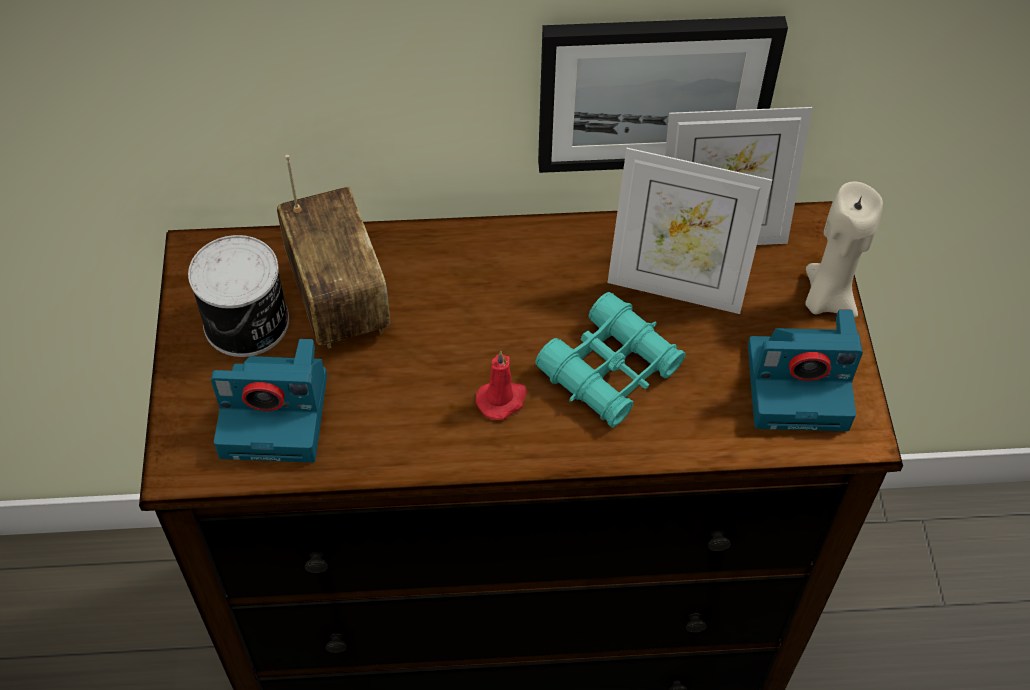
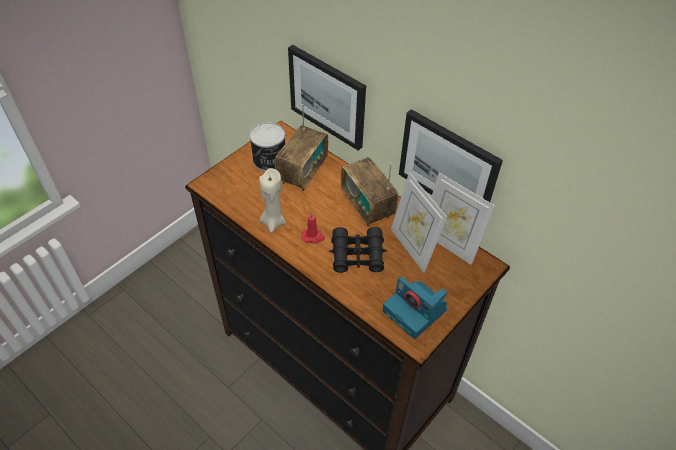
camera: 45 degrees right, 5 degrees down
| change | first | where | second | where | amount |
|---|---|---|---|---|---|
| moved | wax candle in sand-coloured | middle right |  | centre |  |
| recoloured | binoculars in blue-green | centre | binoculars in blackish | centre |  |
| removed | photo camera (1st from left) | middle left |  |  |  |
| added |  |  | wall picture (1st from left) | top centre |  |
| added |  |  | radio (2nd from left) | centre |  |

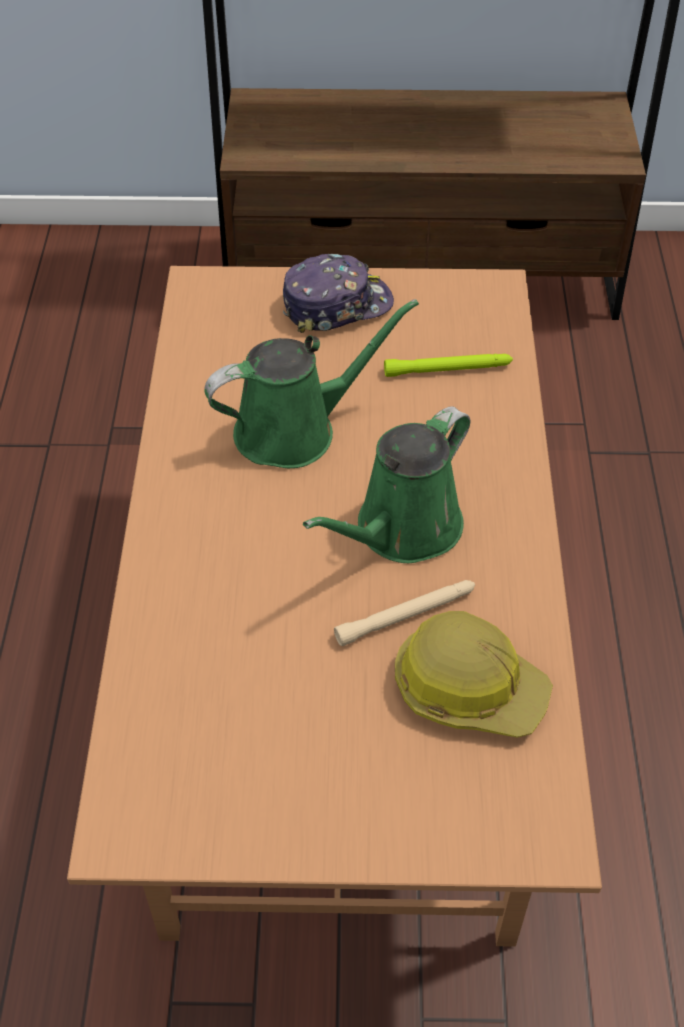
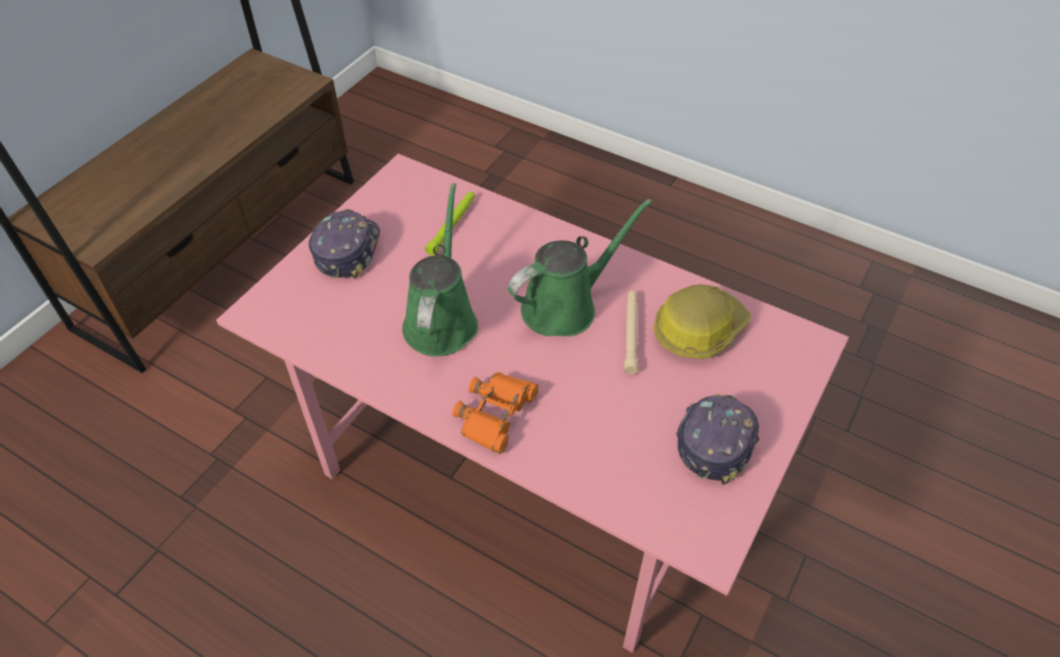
camera: 60 degrees left, 0 degrees up
| change | first | where | second | where | amount |
|---|---|---|---|---|---|
| recoloured | kitchen table in brown-coloured | centre | kitchen table in pink | centre |  |
| turned | watering can in green (2nd from left) | centre |  | centre | 105 degrees counterclockwise |
| added |  |  | binoculars in orangey | centre |  |
| added |  |  | cap (2nd from left) | bottom right |  |

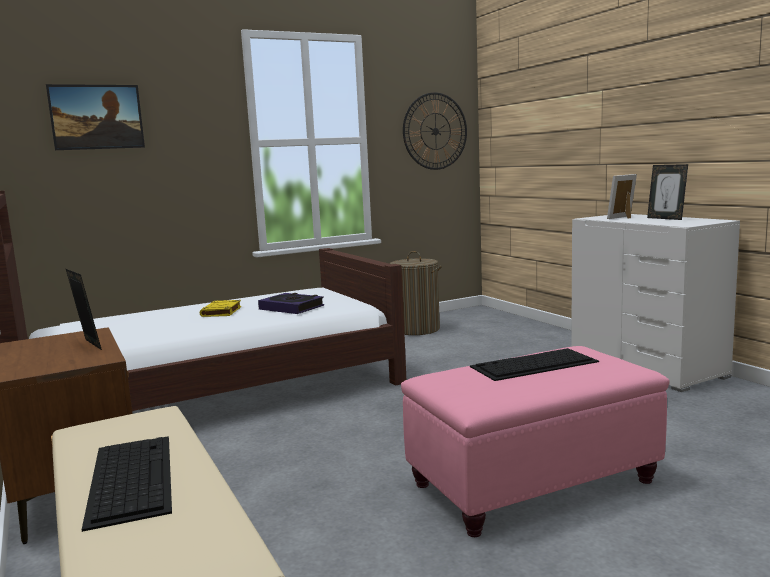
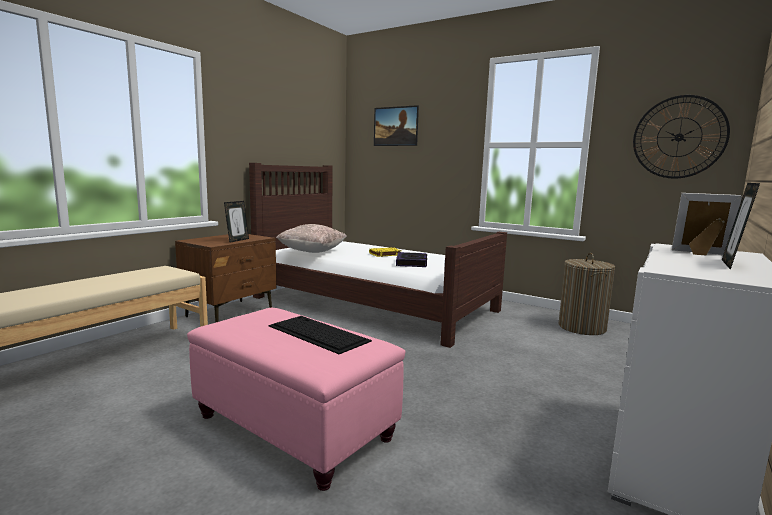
camera: 60 degrees right, 0 degrees up
| change | first | where | second | where | amount |
|---|---|---|---|---|---|
| removed | keyboard (1st from left) | bottom left |  |  |  |
| added |  |  | cushion in sand-coloured | centre |  |

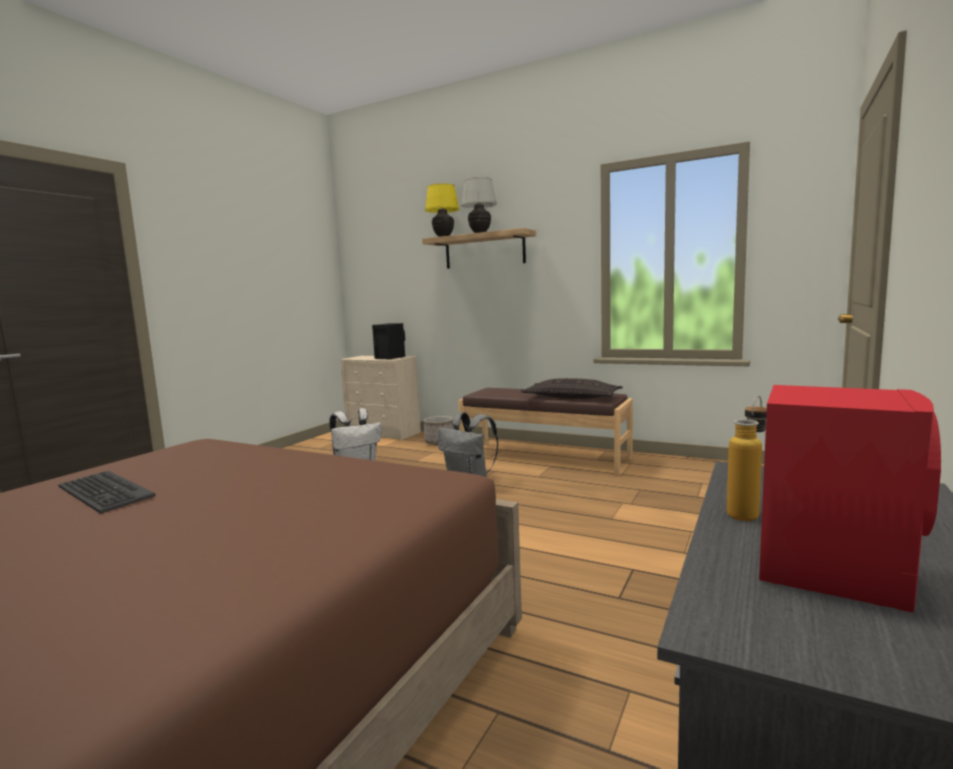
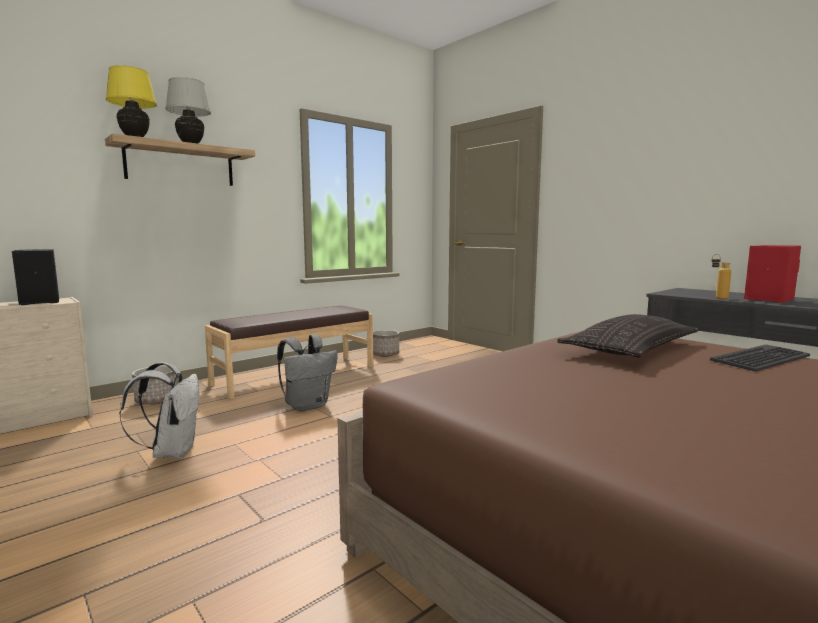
camera: 70 degrees left, 0 degrees up
| change | first | where | second | where | amount |
|---|---|---|---|---|---|
| moved | cushion | centre |  | middle right |  |
| moved | keyboard | middle left |  | middle right |  |
| added |  |  | flower pot (2nd from left) | centre |  |

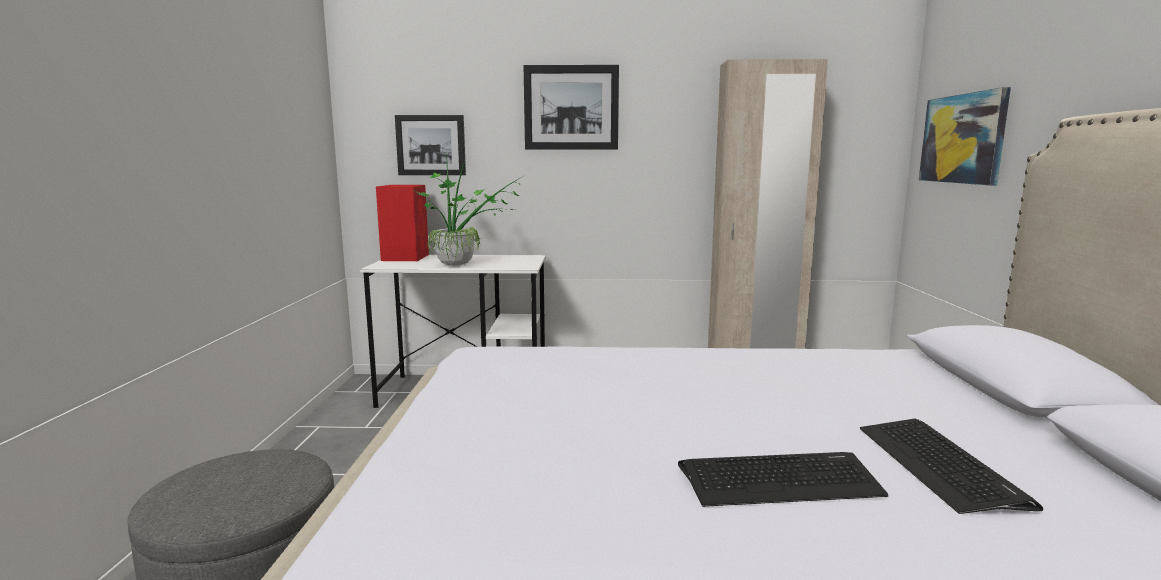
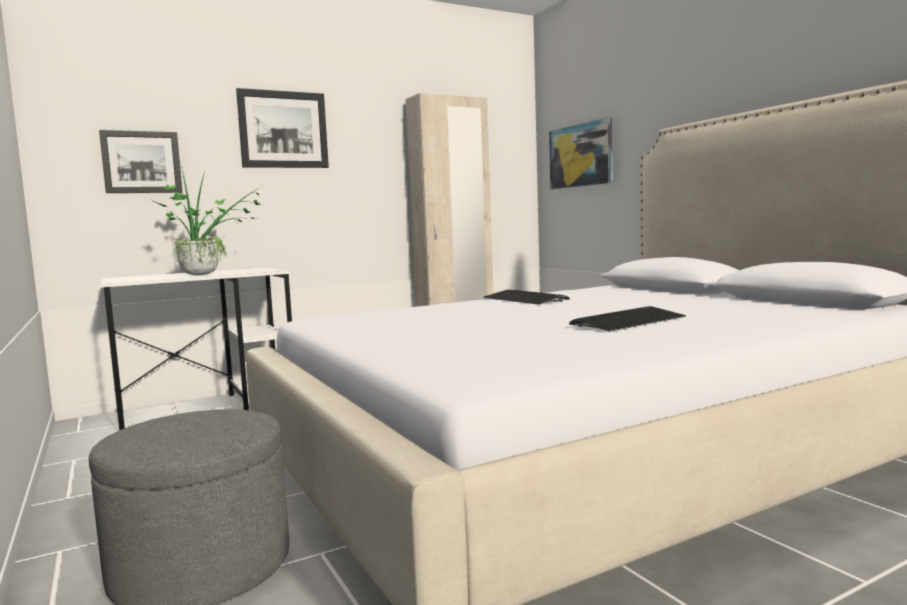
camera: 30 degrees left, 5 degrees down
| change | first | where | second | where | amount |
|---|---|---|---|---|---|
| removed | audio speaker in reddish | centre |  |  |  |
| moved | keyboard (2nd from left in the first image) | bottom right | keyboard (1st from left) | centre |  |

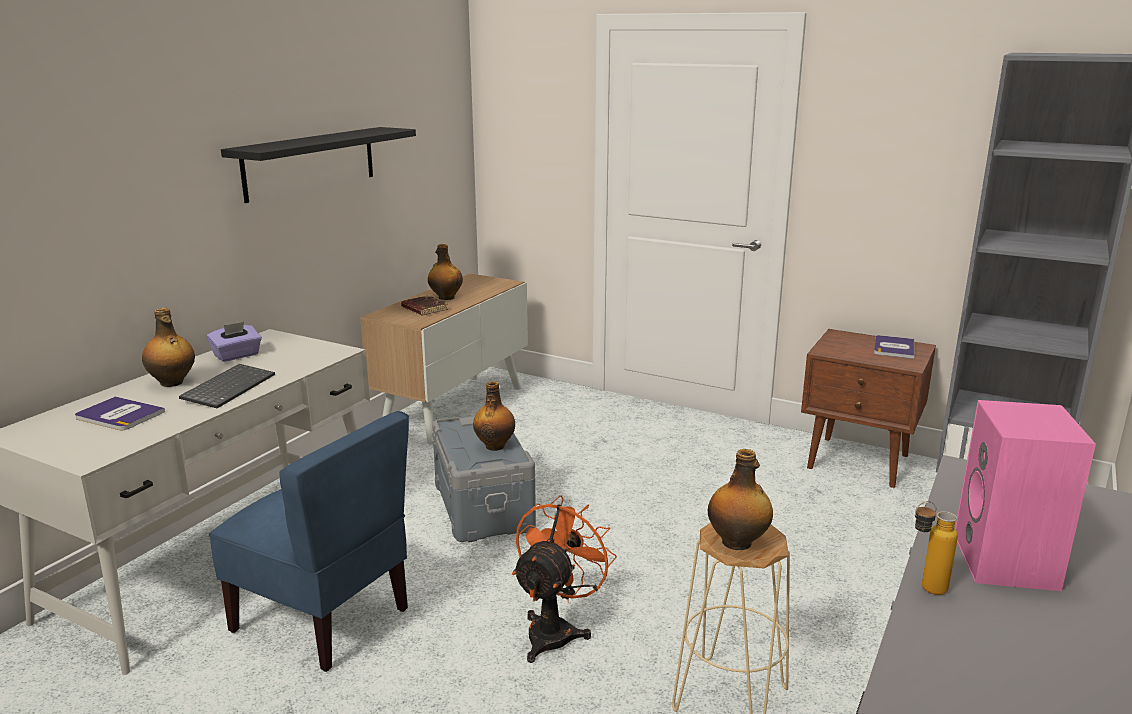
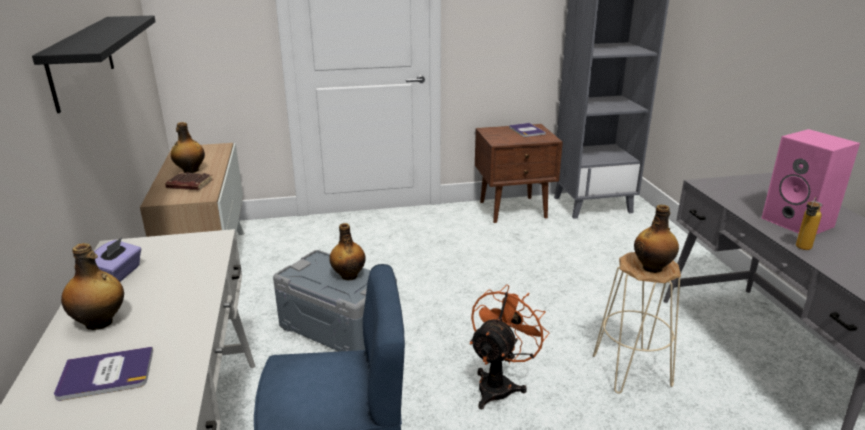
camera: 40 degrees left, 5 degrees up
| change | first | where | second | where | amount |
|---|---|---|---|---|---|
| removed | keyboard | middle left |  |  |  |
| turned | fan in orangey | bottom centre |  | bottom centre | 45 degrees clockwise |

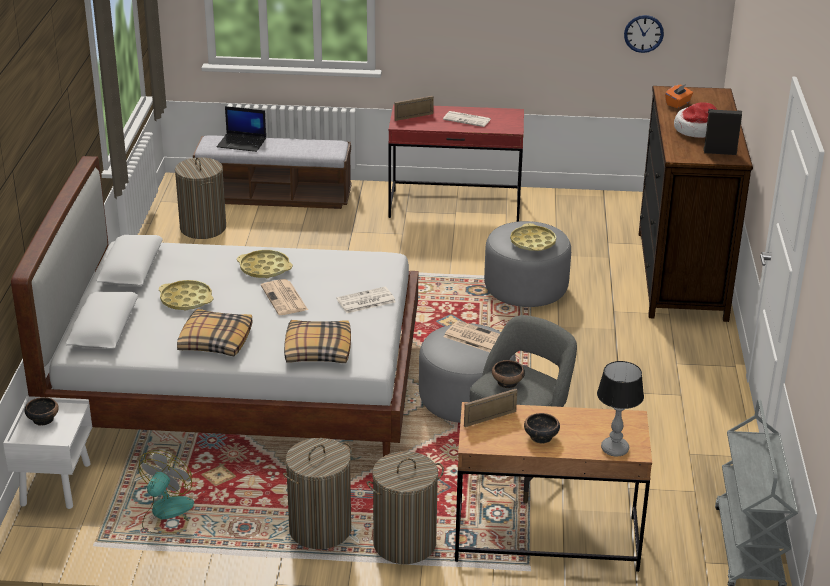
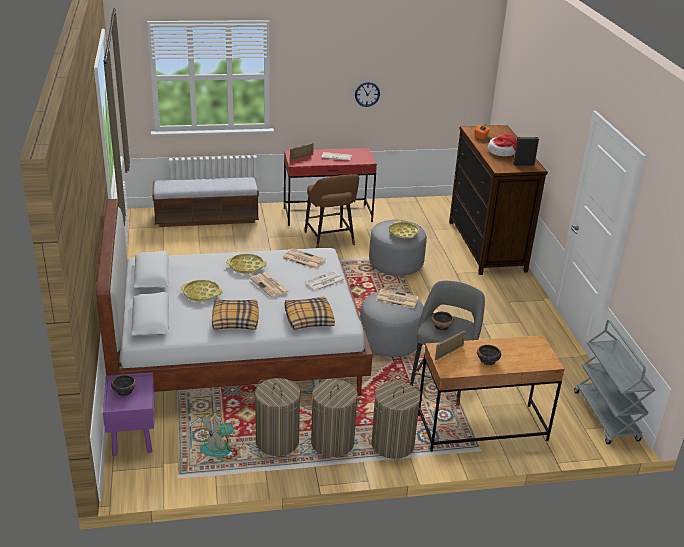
camera: 15 degrees left, 0 degrees up
| change | first | where | second | where | amount |
|---|---|---|---|---|---|
| moved | clock on the wall | top right |  | top centre |  |
| removed | notebook computer | top left |  |  |  |
| moved | washing basket (1st from left) | middle left |  | bottom centre |  |
| removed | lamp for a table | bottom right |  |  |  |
| recoloured | bedside table in white | bottom left | bedside table in purple-coloured | bottom left |  |
| turned | fan | bottom left |  | bottom left | 135 degrees counterclockwise |
| added |  |  | sitting stool in brown-coloured | centre |  |
| added |  |  | newspaper (2nd from left) | centre |  |

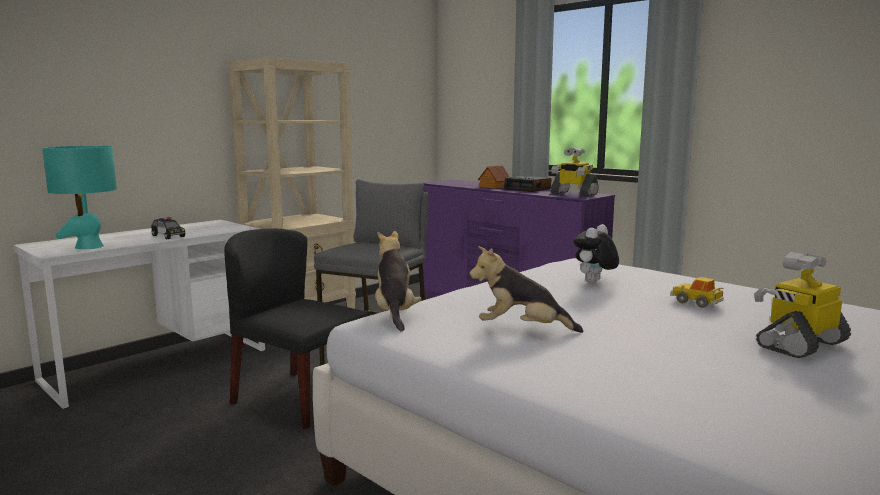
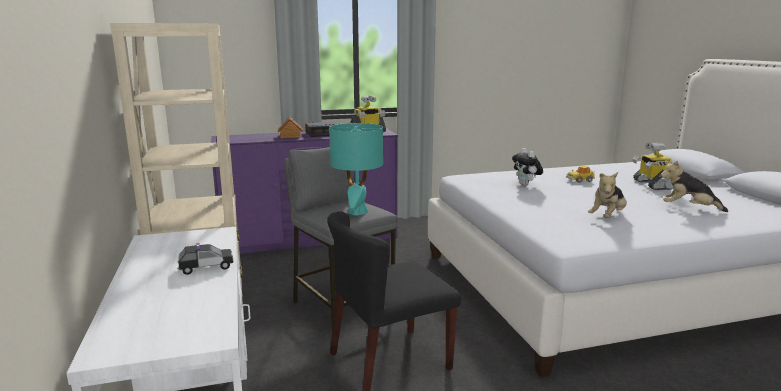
camera: 60 degrees left, 5 degrees up
| change | first | where | second | where | amount |
|---|---|---|---|---|---|
| moved | lamp for a table in blue-green | middle left |  | centre |  |
| moved | soft toy (1st from left in the first image) | centre | soft toy (3rd from left) | middle right |  |

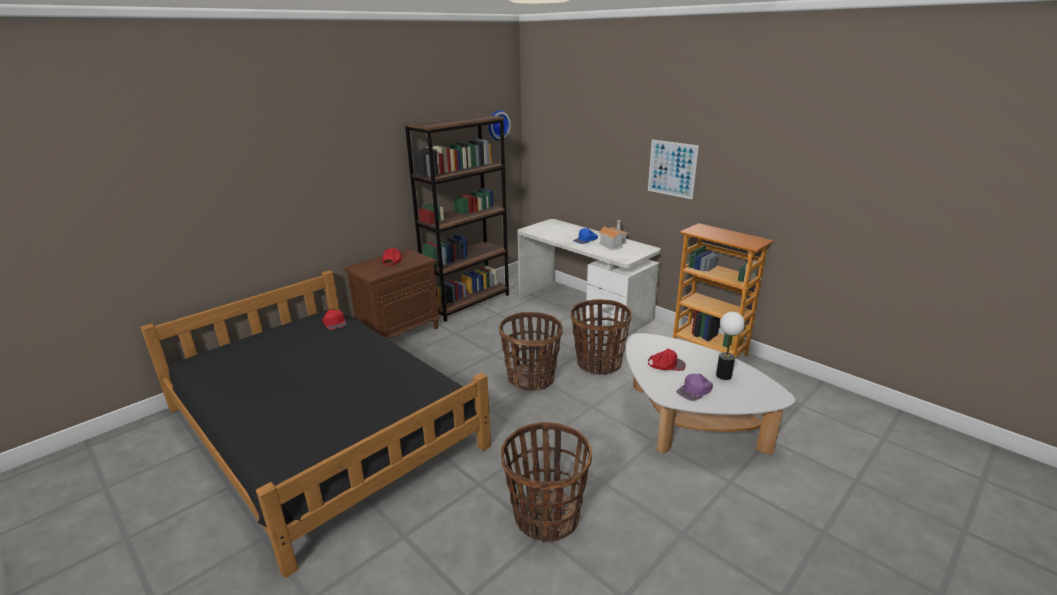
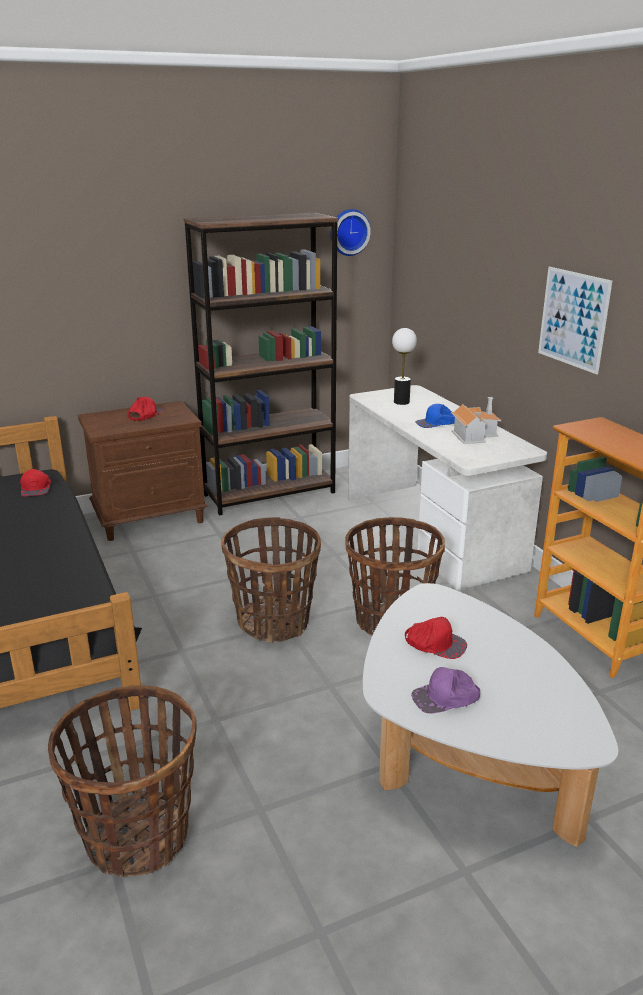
camera: 20 degrees right, 0 degrees up
| change | first | where | second | where | amount |
|---|---|---|---|---|---|
| moved | lamp for a table | middle right |  | centre |  |

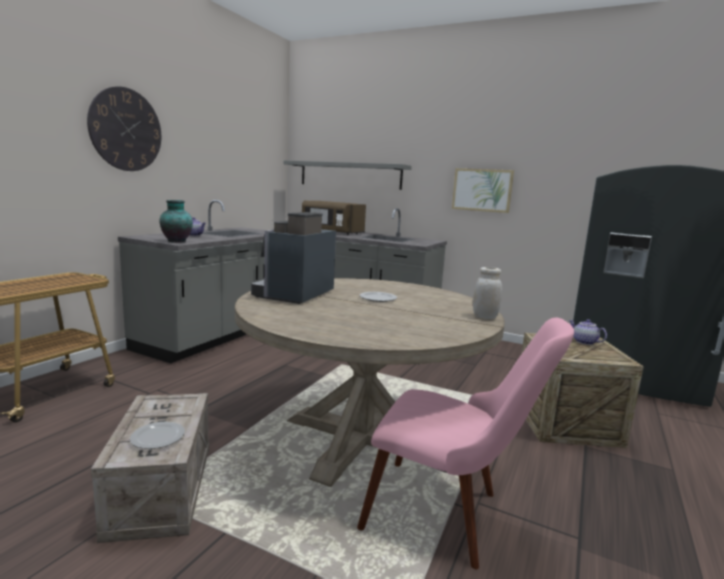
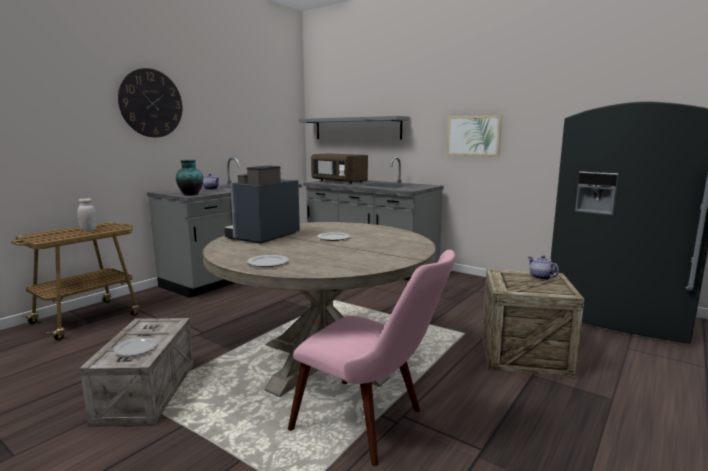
camera: 10 degrees right, 0 degrees up
| change | first | where | second | where | amount |
|---|---|---|---|---|---|
| moved | jar in white | middle right |  | middle left |  |
| added |  |  | dinner plate (2nd from left) | centre |  |

